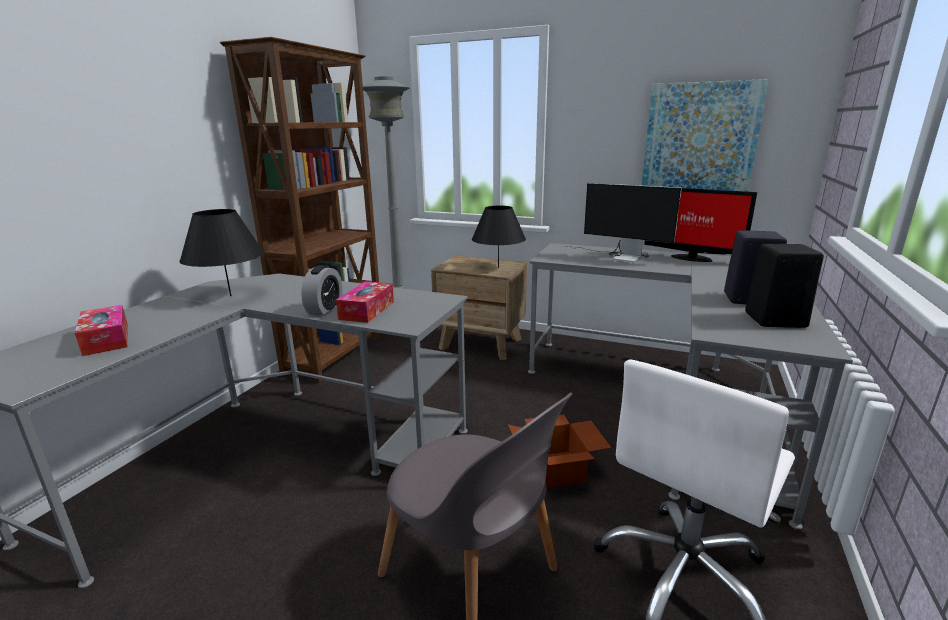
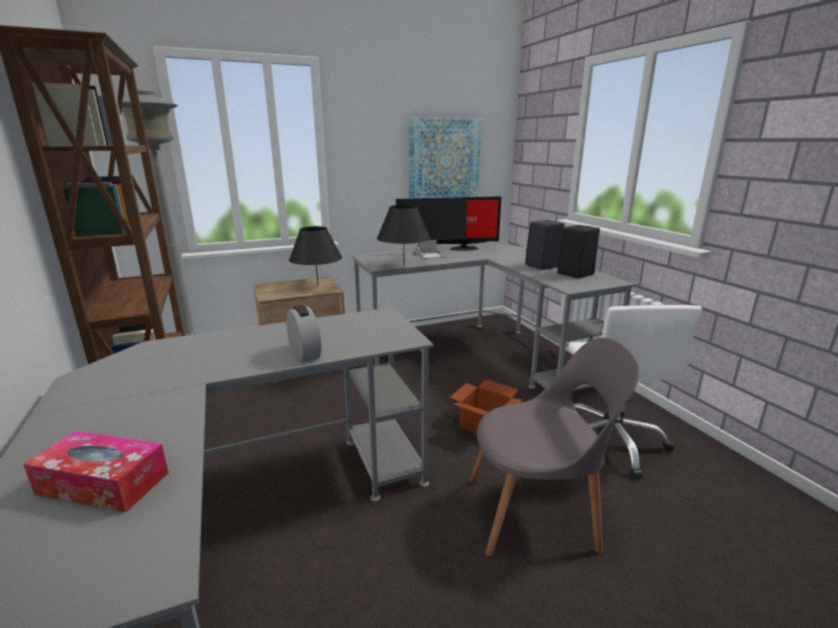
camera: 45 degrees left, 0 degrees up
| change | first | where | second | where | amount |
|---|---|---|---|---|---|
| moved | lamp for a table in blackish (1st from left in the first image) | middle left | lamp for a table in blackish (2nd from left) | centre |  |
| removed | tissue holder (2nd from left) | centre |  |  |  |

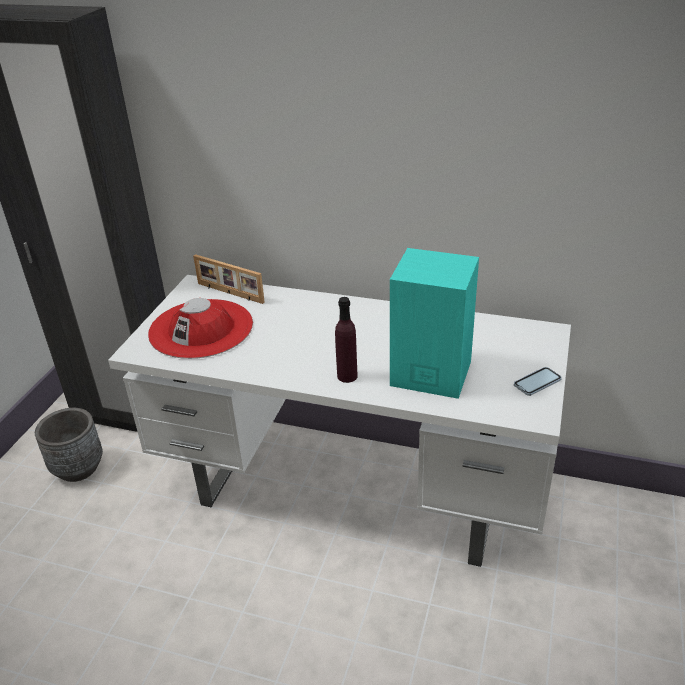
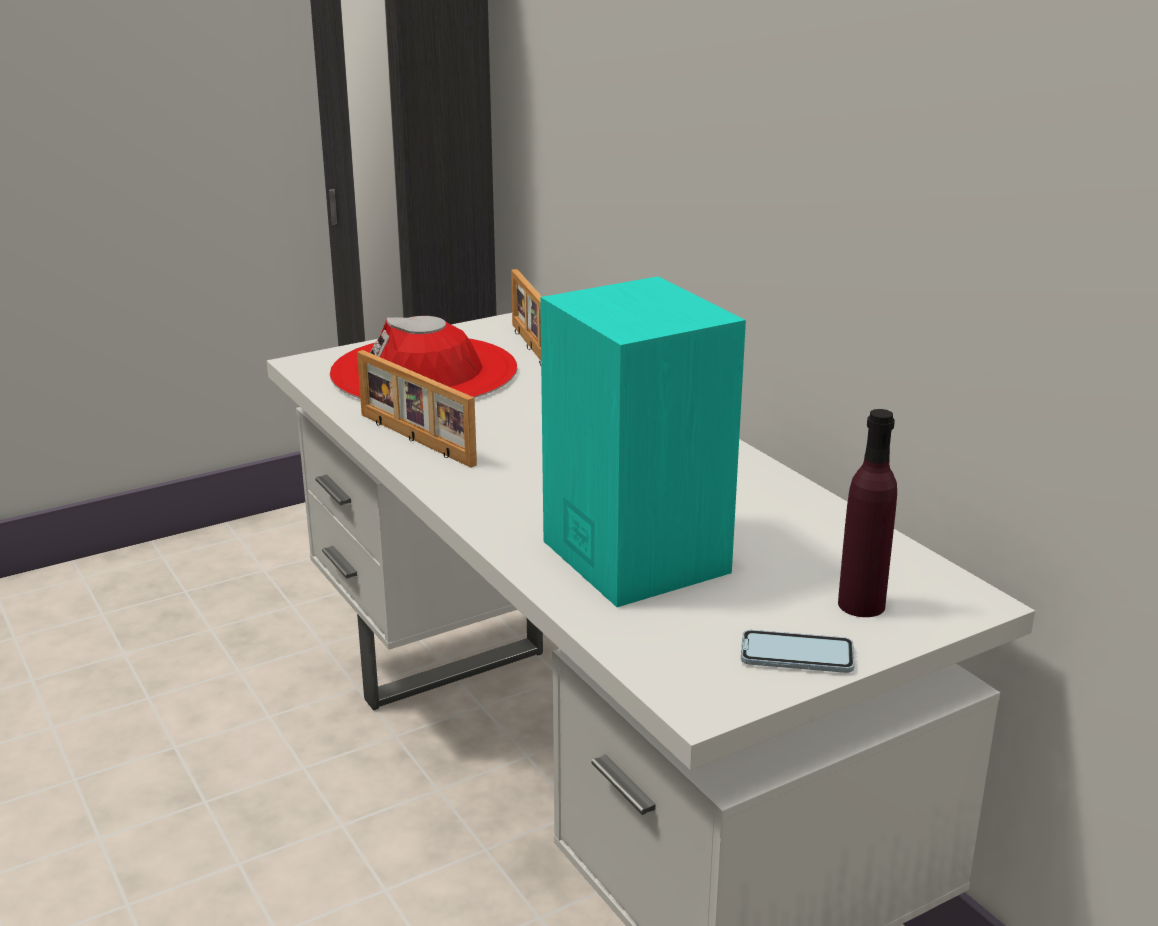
camera: 40 degrees right, 10 degrees down
| change | first | where | second | where | amount |
|---|---|---|---|---|---|
| moved | beverage bottle in purple-coloured | centre |  | middle right |  |
| removed | flower pot in gray | middle left |  |  |  |
| added |  |  | photo frame (1st from left) | centre |  |

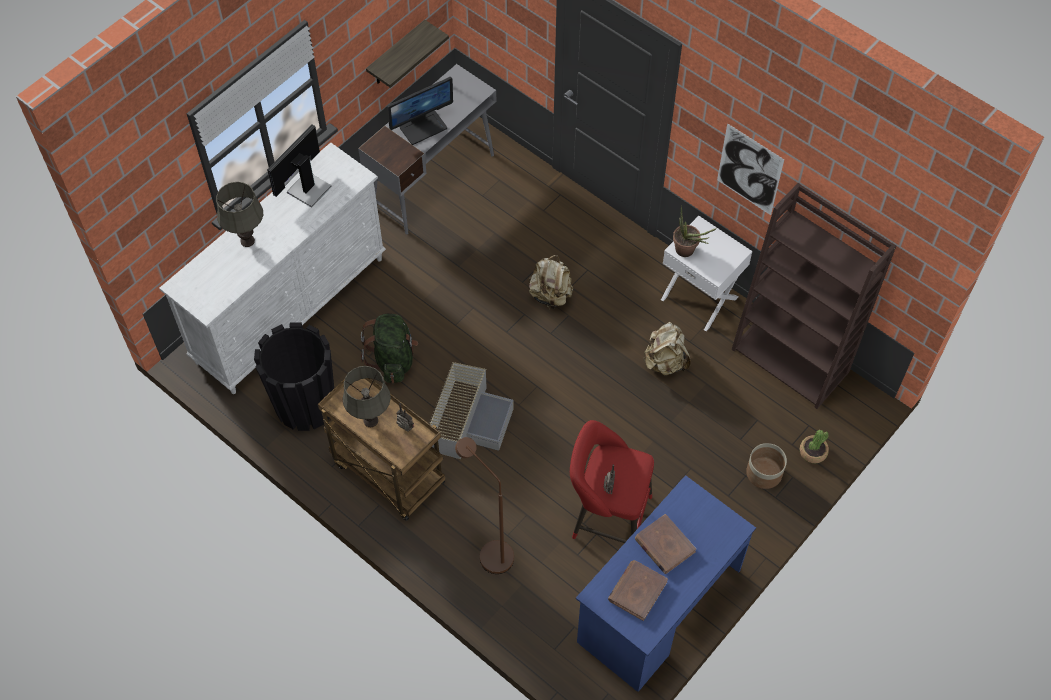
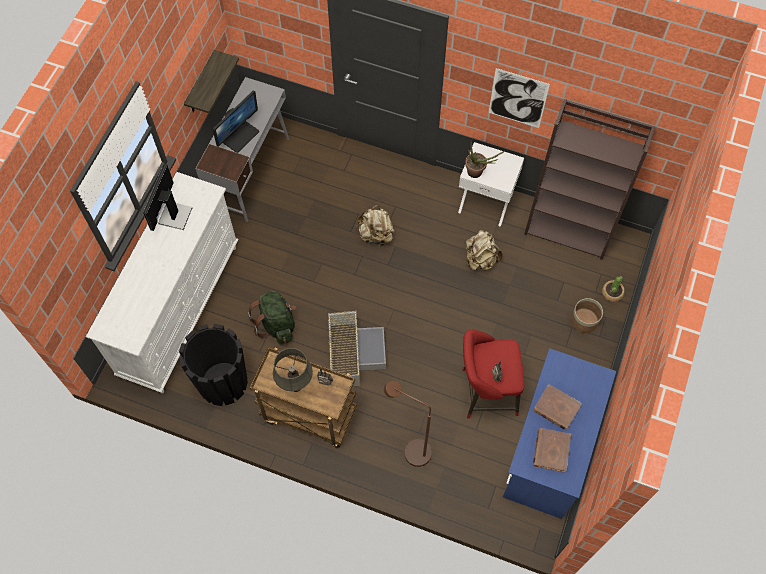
camera: 20 degrees left, 5 degrees up
| change | first | where | second | where | amount |
|---|---|---|---|---|---|
| removed | lamp for a table in gray (1st from left) | top left |  |  |  |

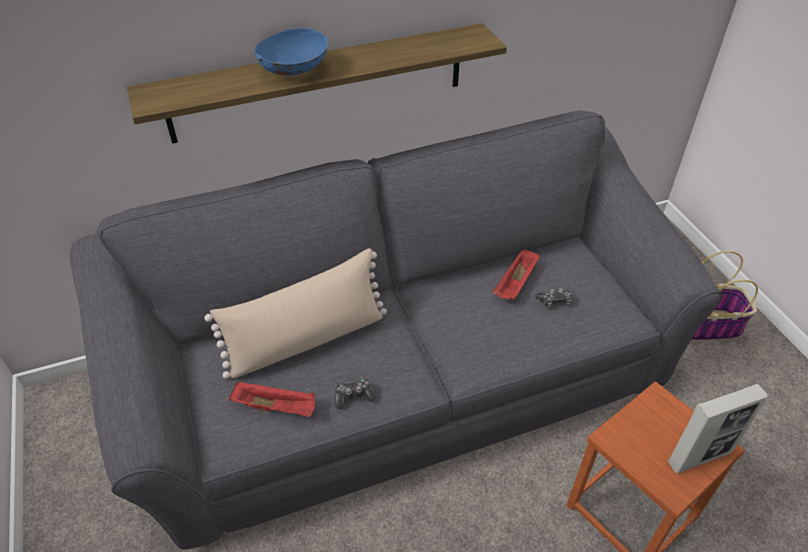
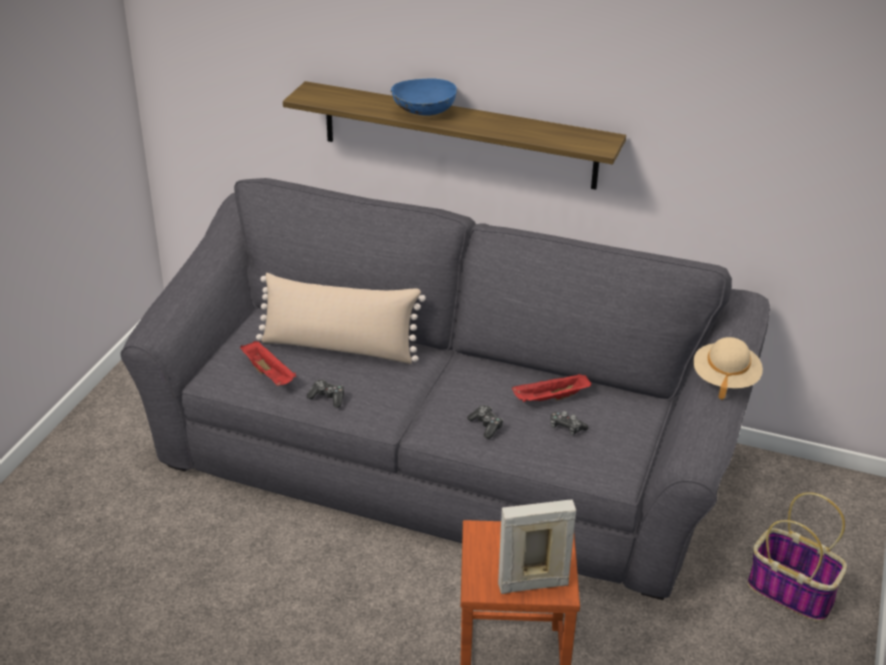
camera: 40 degrees right, 10 degrees down
| change | first | where | second | where | amount |
|---|---|---|---|---|---|
| turned | photo frame | bottom right |  | bottom centre | 150 degrees clockwise |
| added |  |  | wearable hat in sand-coloured | middle right |  |
| added |  |  | joypad (2nd from left) | centre |  |

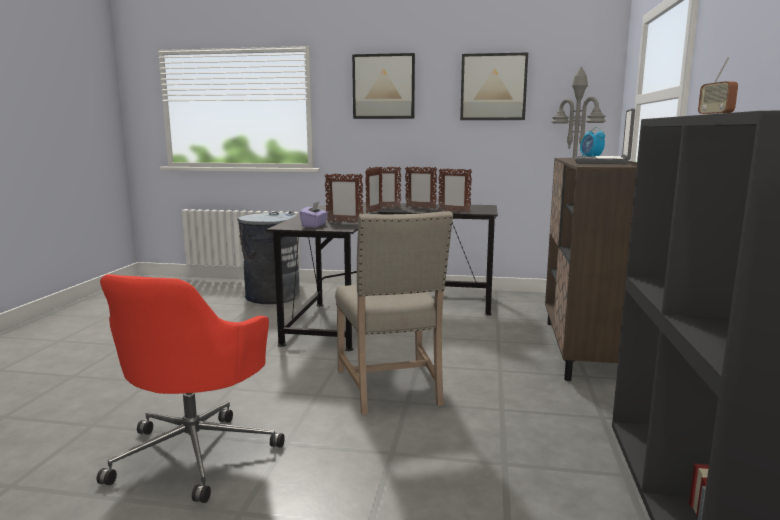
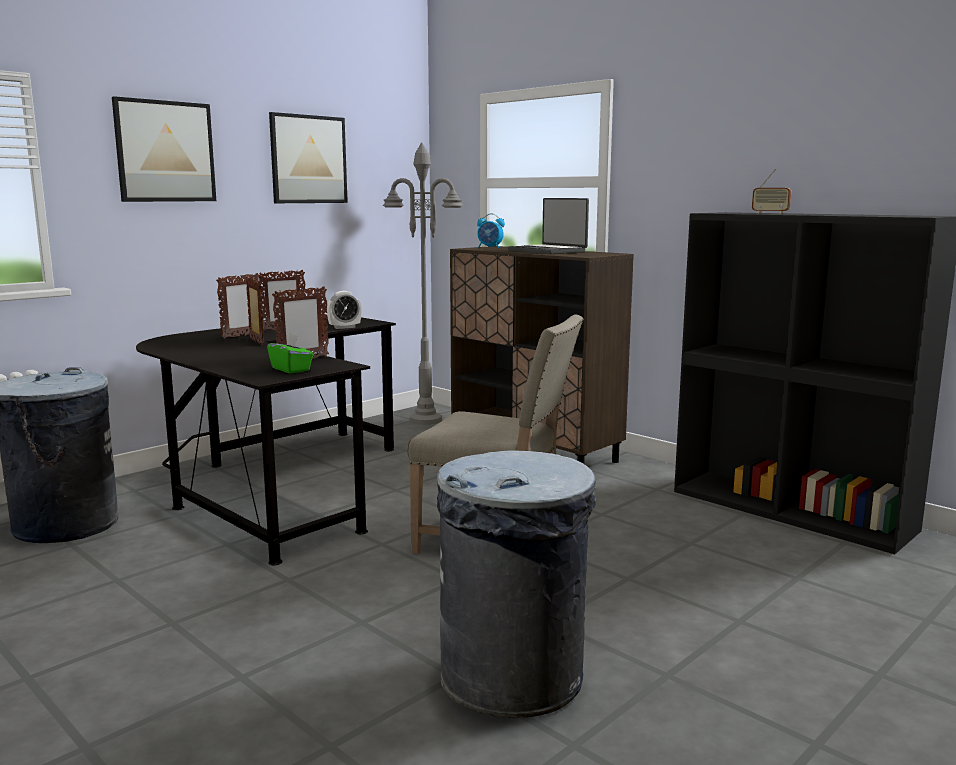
camera: 55 degrees left, 0 degrees up
| change | first | where | second | where | amount |
|---|---|---|---|---|---|
| replaced | photo frame (5th from left) | centre | table clock (1st from left) | centre |  |
| recoloured | tissue holder in purple-coloured | centre | tissue holder in green | middle left |  |
| replaced | desk chair in reddish | bottom left | trash can in gray (2nd from left) | bottom centre |  |

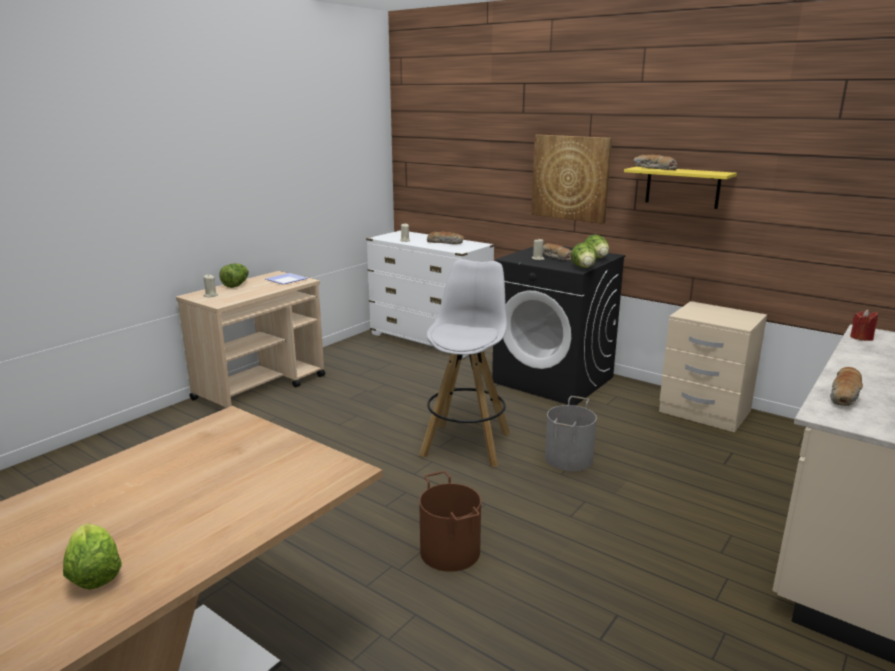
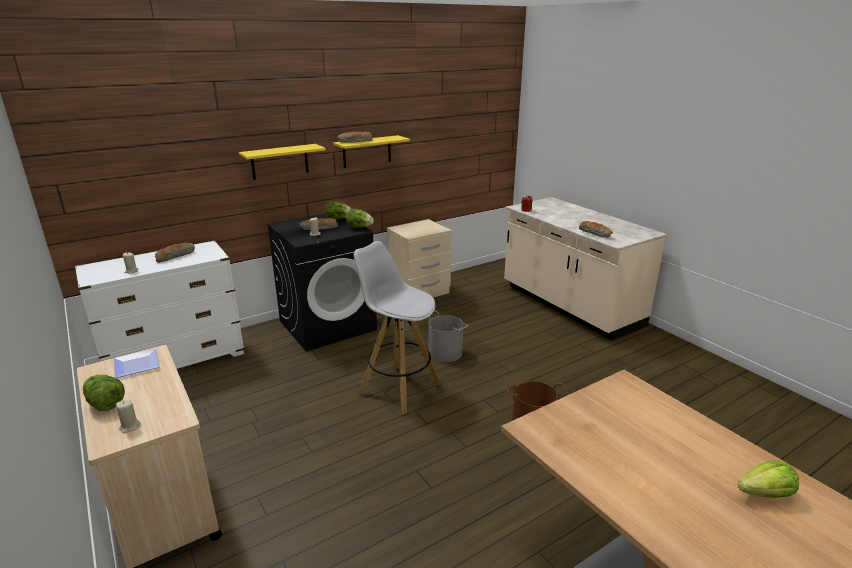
camera: 70 degrees left, 5 degrees up
| change | first | where | second | where | amount |
|---|---|---|---|---|---|
| replaced | wall picture | top centre | wall shelf in yellow (1st from left) | top left |  |

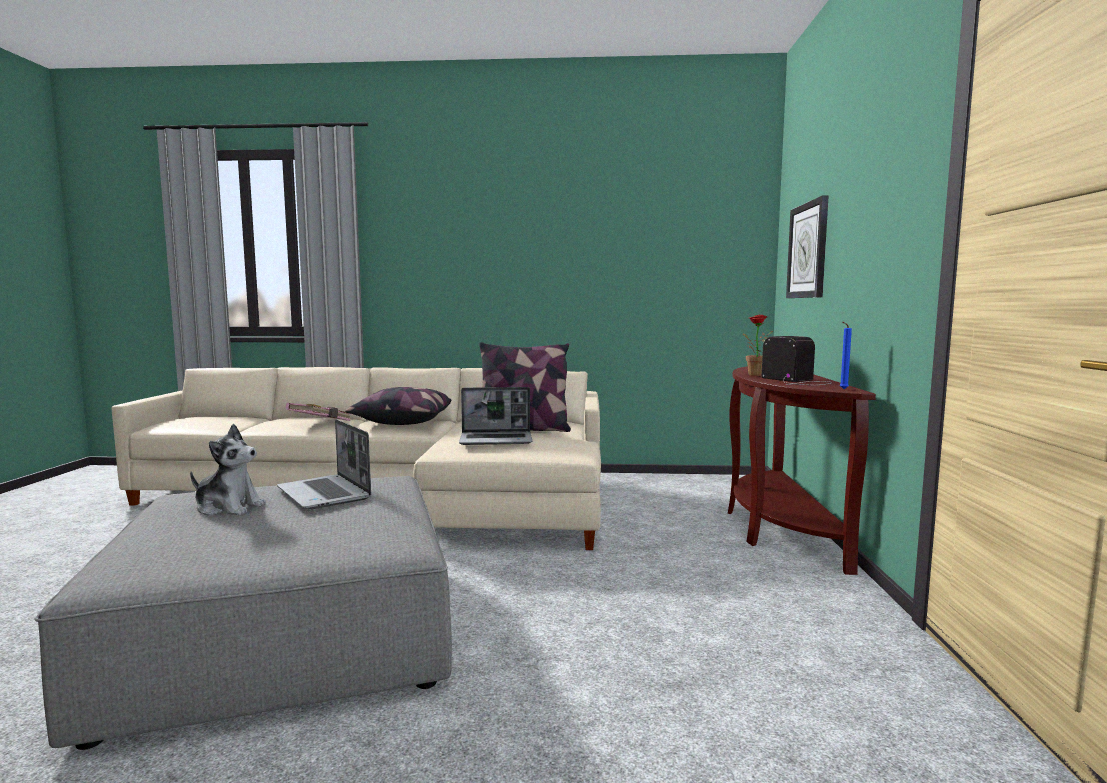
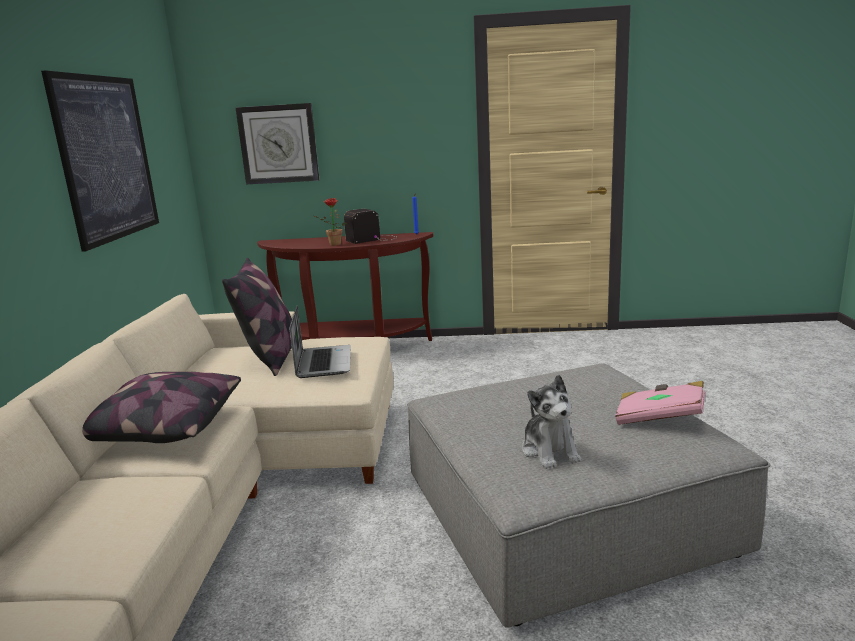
camera: 90 degrees left, 10 degrees up
| change | first | where | second | where | amount |
|---|---|---|---|---|---|
| moved | bound book in pink | middle left |  | middle right |  |
| removed | notebook computer (1st from left) | middle left |  |  |  |
| turned | soft toy | middle left |  | centre | 150 degrees clockwise |
| added |  |  | wall picture | top left |  |

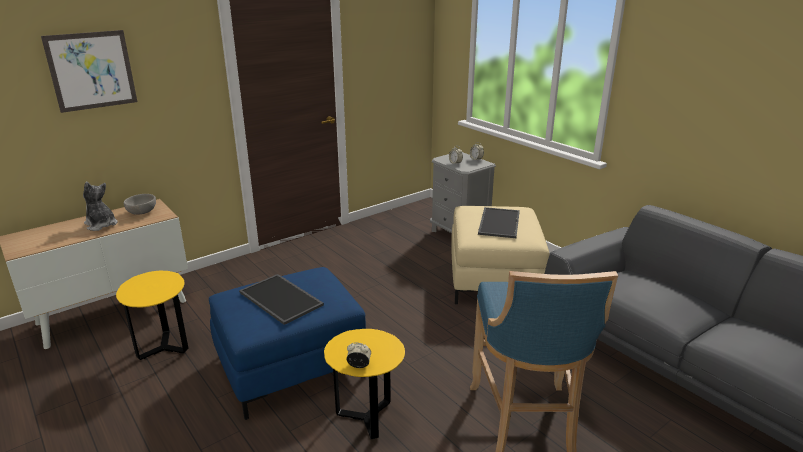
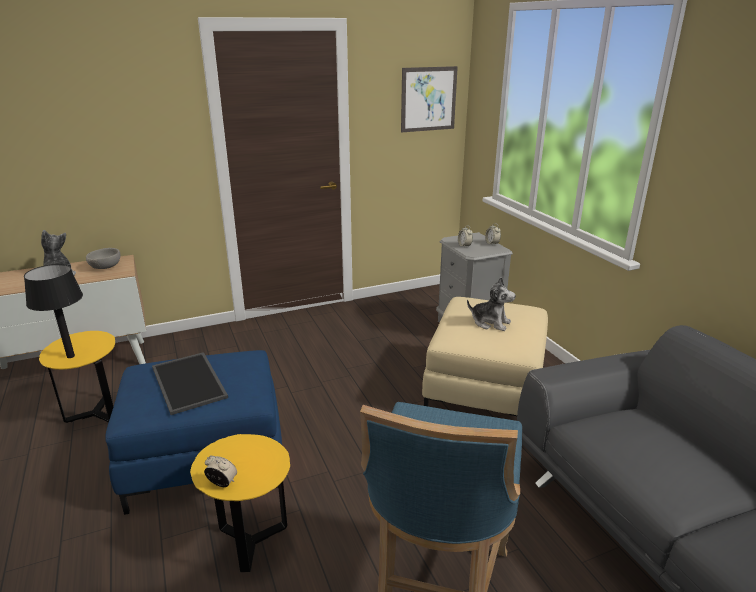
camera: 15 degrees right, 0 degrees up
| change | first | where | second | where | amount |
|---|---|---|---|---|---|
| moved | wall picture | top left |  | top centre |  |
| replaced | carrying tray (2nd from left) | centre | soft toy (2nd from left) | centre |  |
| added |  |  | lamp for a table in blackish | middle left |  |

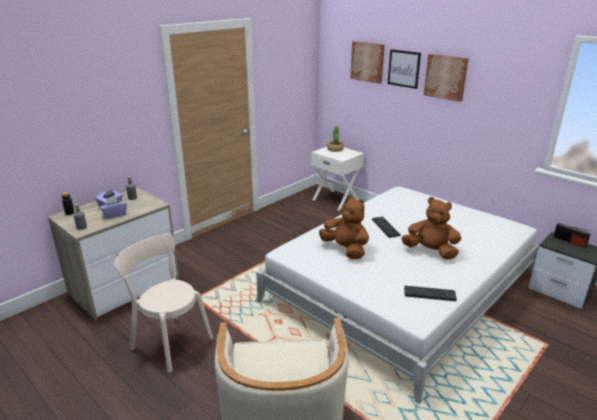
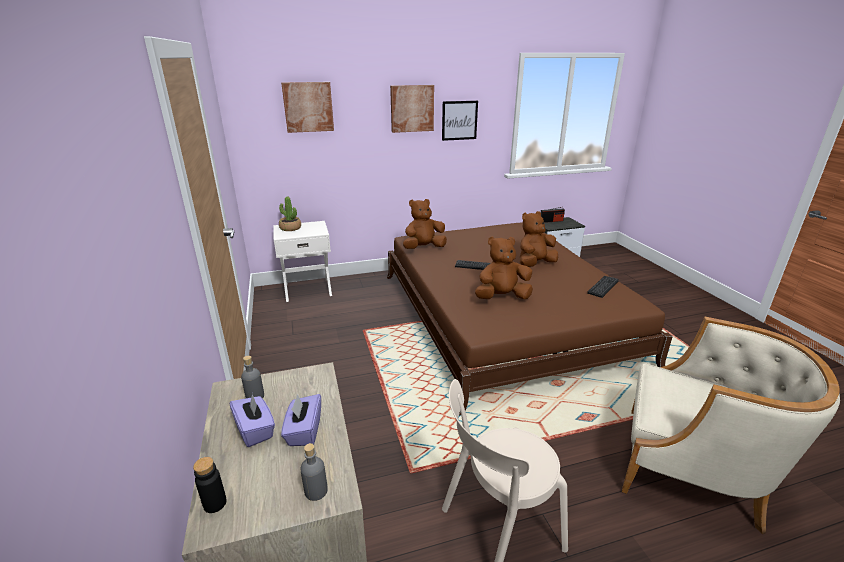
camera: 60 degrees left, 0 degrees up
| change | first | where | second | where | amount |
|---|---|---|---|---|---|
| moved | wall picture (2nd from left in the first image) | top right | wall picture (3rd from left) | top centre |  |
| recoloured | bed in white | bottom centre | bed in brown-coloured | centre |  |
| added |  |  | soft toy in brown-coloured (1st from left) | centre |  |

